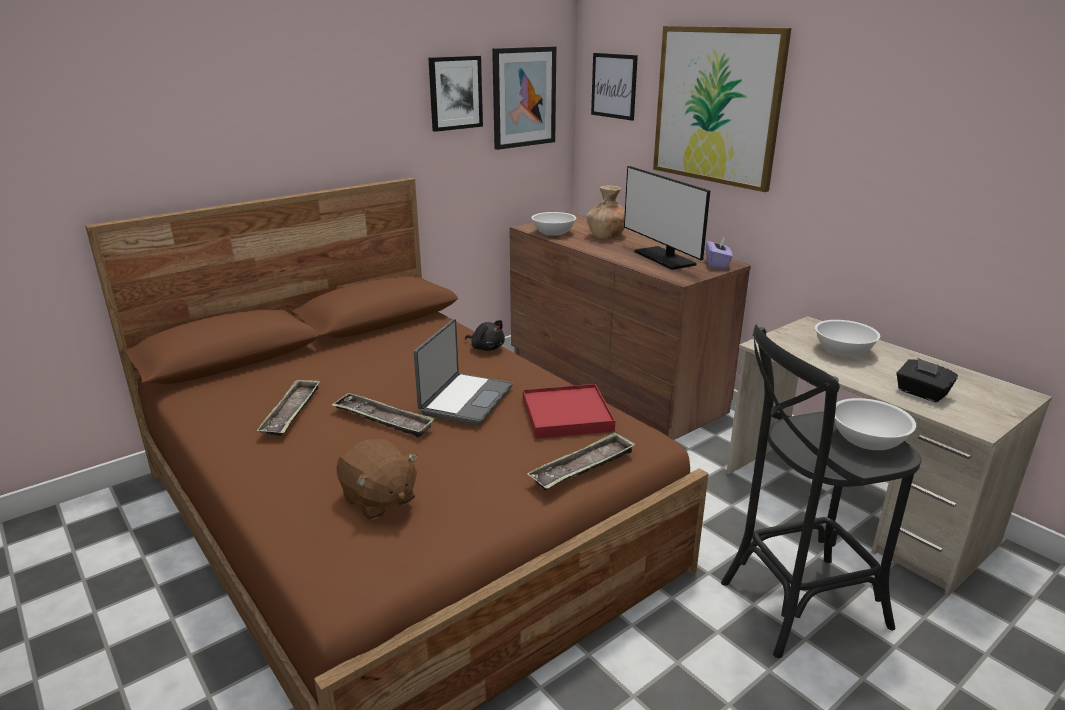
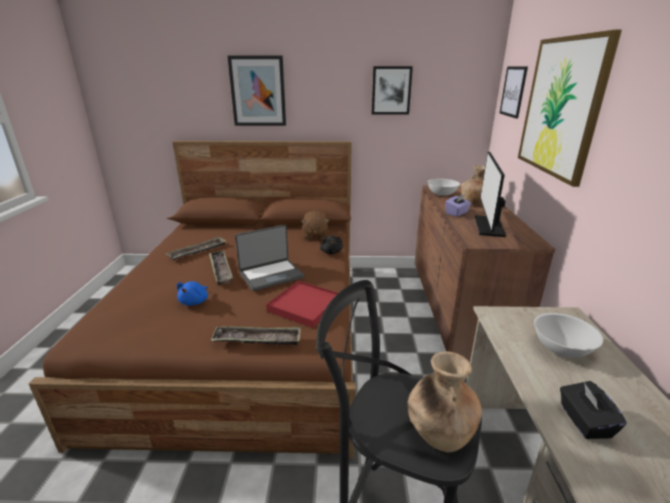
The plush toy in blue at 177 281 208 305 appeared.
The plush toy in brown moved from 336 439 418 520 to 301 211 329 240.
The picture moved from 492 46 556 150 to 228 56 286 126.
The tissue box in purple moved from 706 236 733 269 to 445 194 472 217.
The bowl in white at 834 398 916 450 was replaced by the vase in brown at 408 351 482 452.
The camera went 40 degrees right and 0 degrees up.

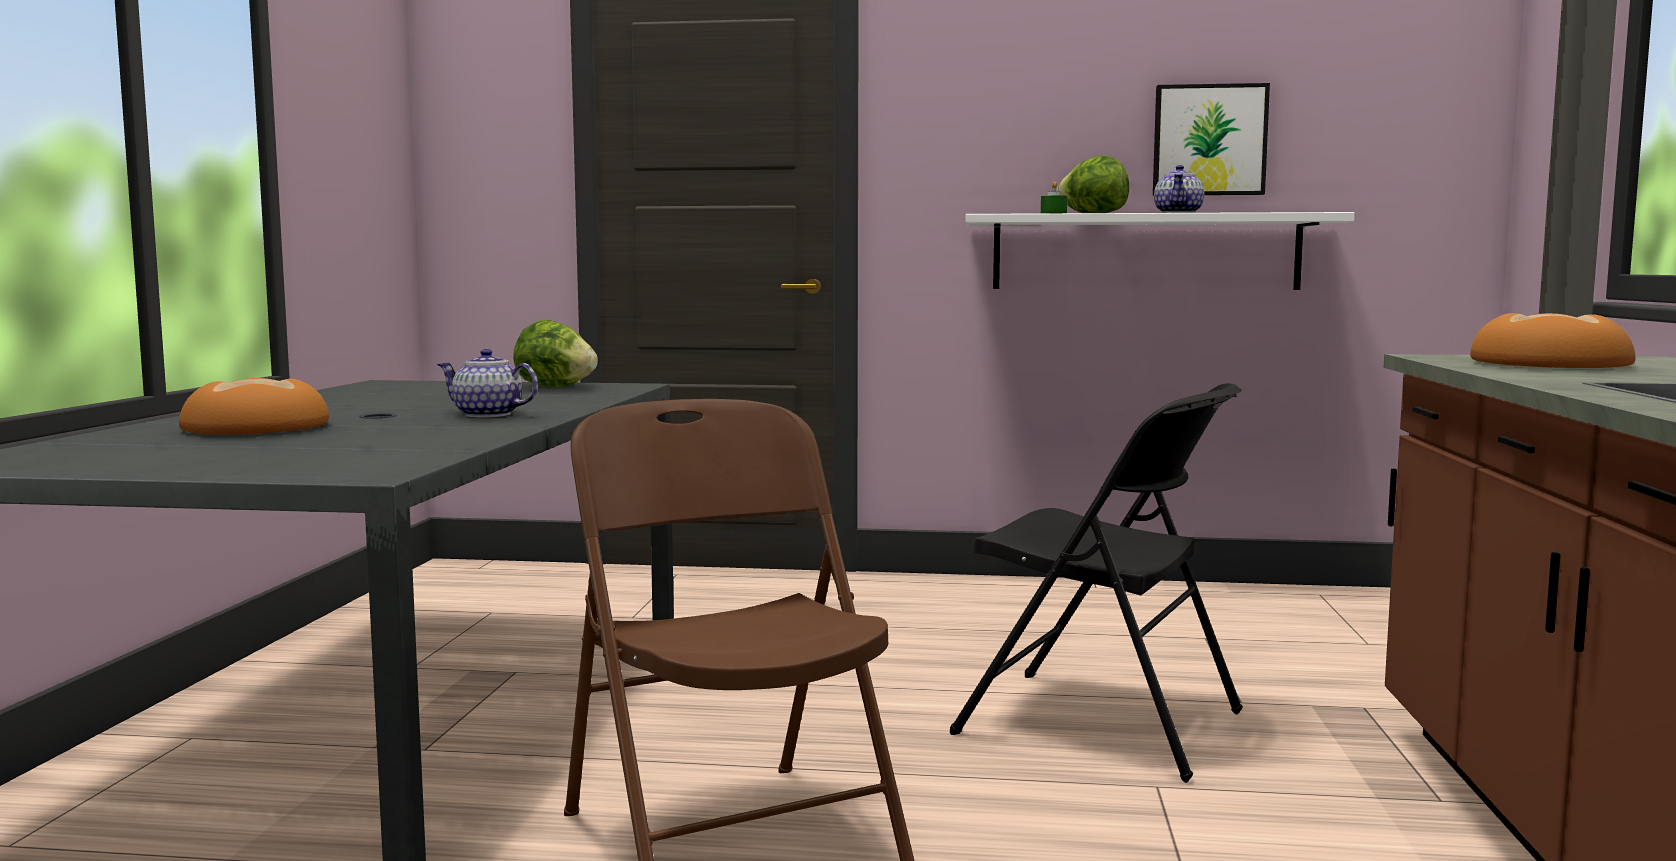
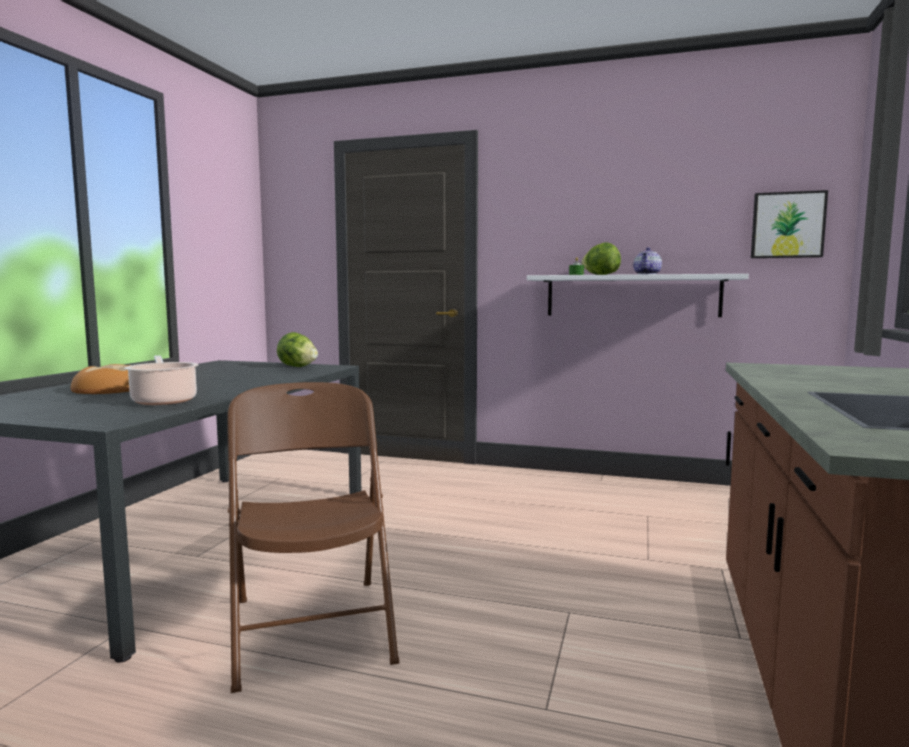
The teapot at 437 349 538 417 disappeared.
The chair in black at 950 383 1243 783 disappeared.
The bread at 1470 313 1635 368 disappeared.
The cooking pot at 124 355 198 405 appeared.
The picture moved from 1153 83 1270 196 to 751 190 828 258.
The camera went 10 degrees right and 0 degrees up.

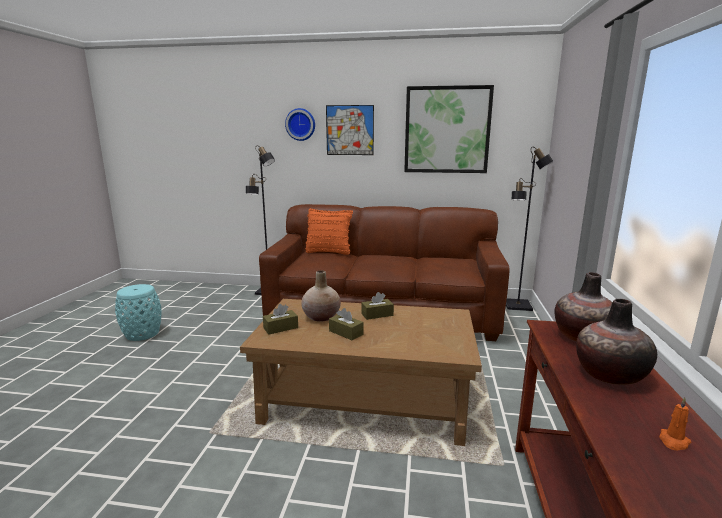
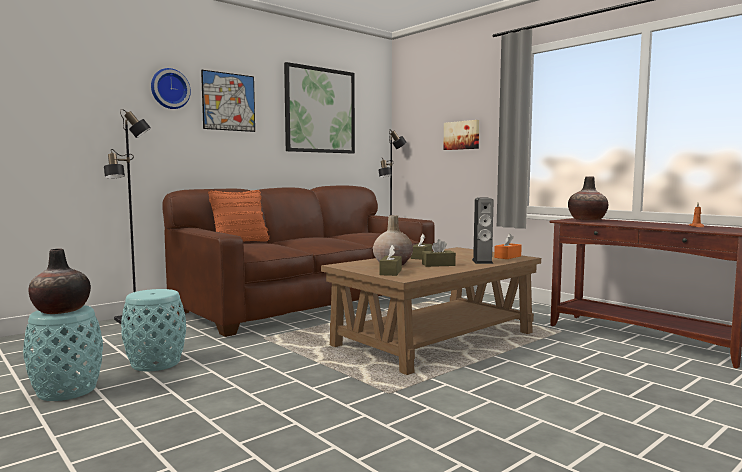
The stool in turquoise at 121 289 186 371 appeared.
The picture at 443 120 479 150 appeared.
The speaker at 472 197 494 264 appeared.
The tissue box in orange at 494 234 522 259 appeared.
The vase moved from 576 299 657 385 to 29 249 91 314.
The camera went 50 degrees left and 10 degrees down.

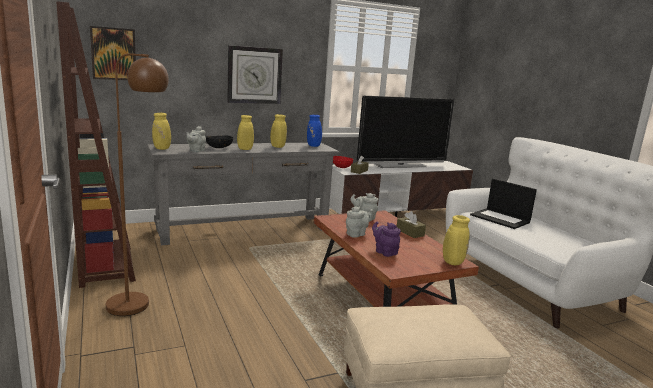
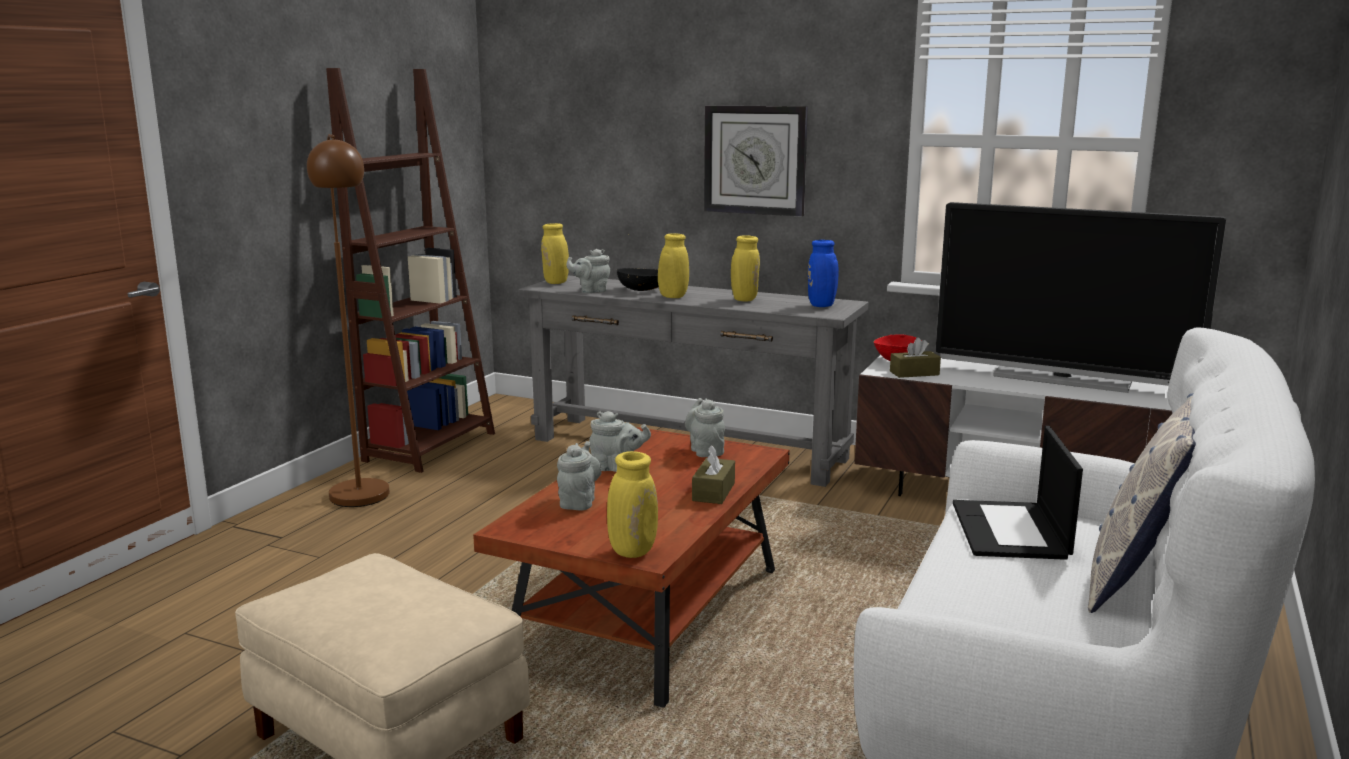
The picture at 90 26 136 80 disappeared.
The pillow at 1088 393 1196 613 appeared.
The teapot in purple at 372 221 401 257 became the teapot in grey at 557 441 602 510.
The camera went 50 degrees right and 0 degrees up.

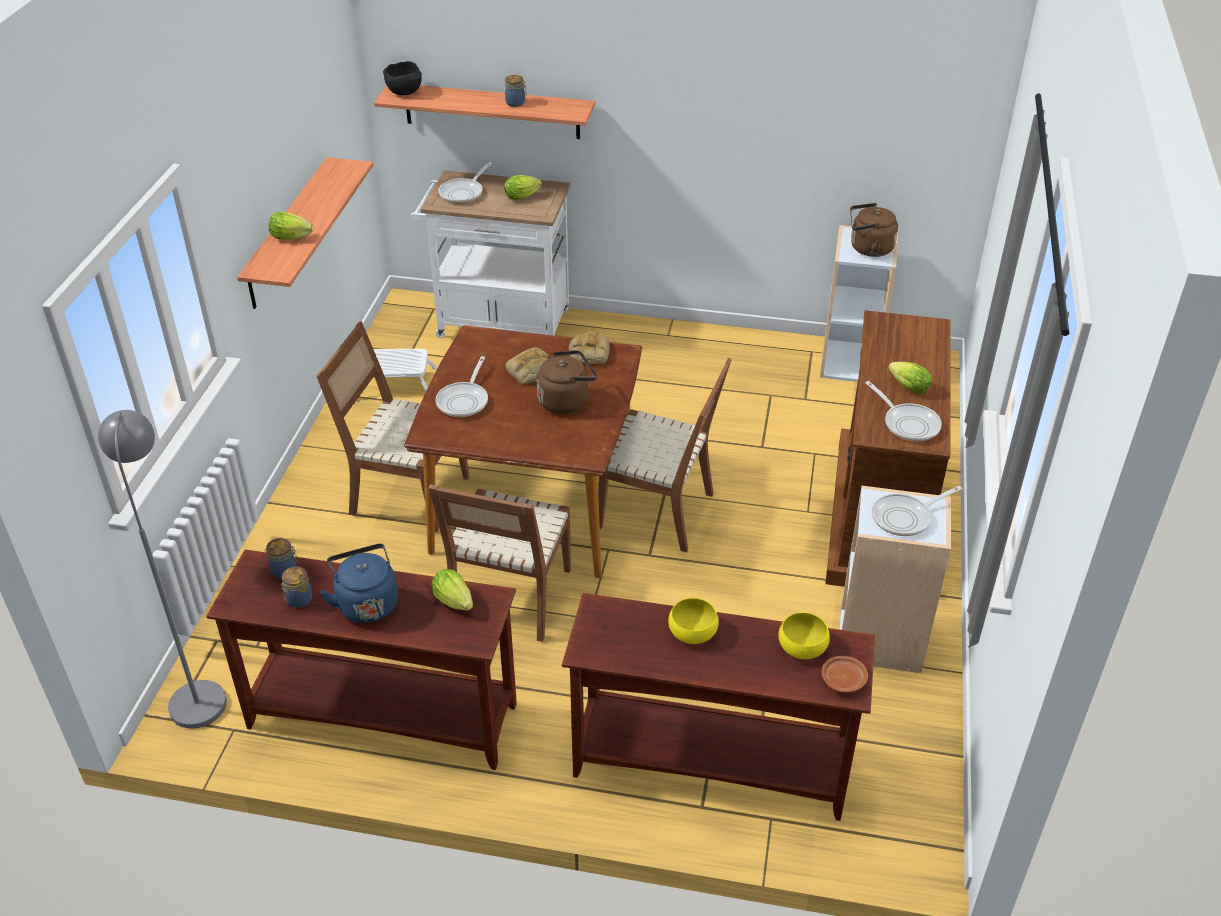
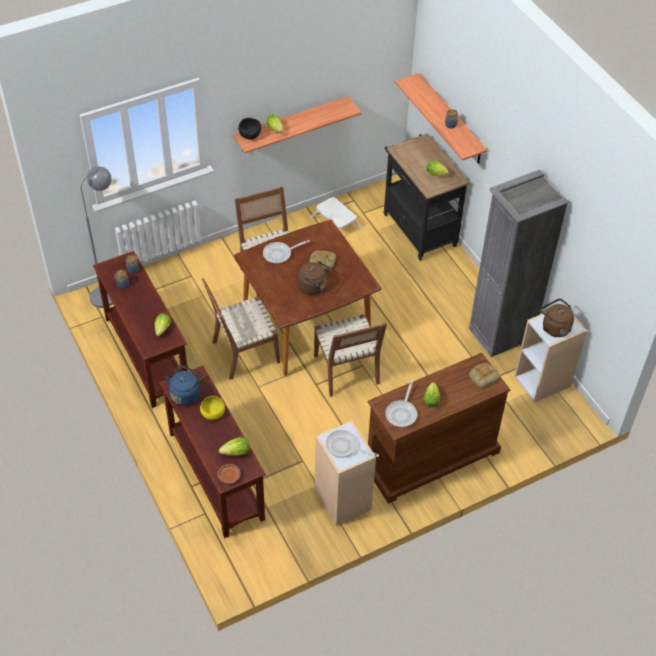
The frying pan at 439 162 492 204 disappeared.
The cabinet in grey at 469 169 570 357 appeared.
The kettle in blue moved from 320 544 398 623 to 165 365 204 406.
The bowl in black moved from 383 61 422 95 to 238 118 261 140.
The bread moved from 569 331 610 364 to 469 363 500 389.
The bowl in yellow at 778 612 830 659 was replaced by the lettuce at 219 437 250 456.
The cart in white at 410 171 570 338 became the cart in black at 384 133 470 261.
The camera went 50 degrees right and 10 degrees up.

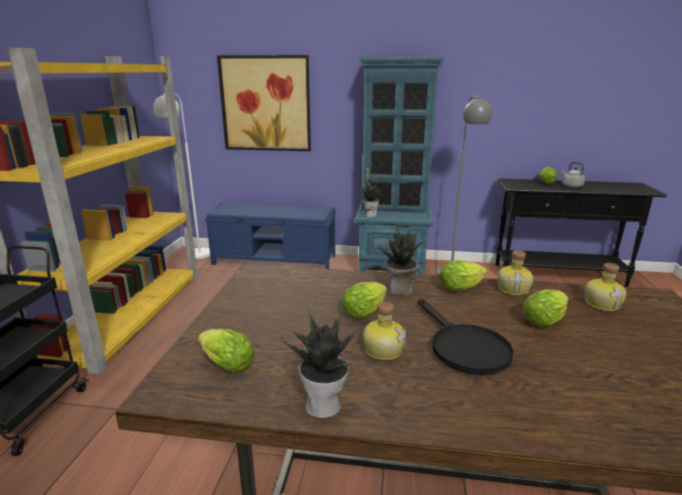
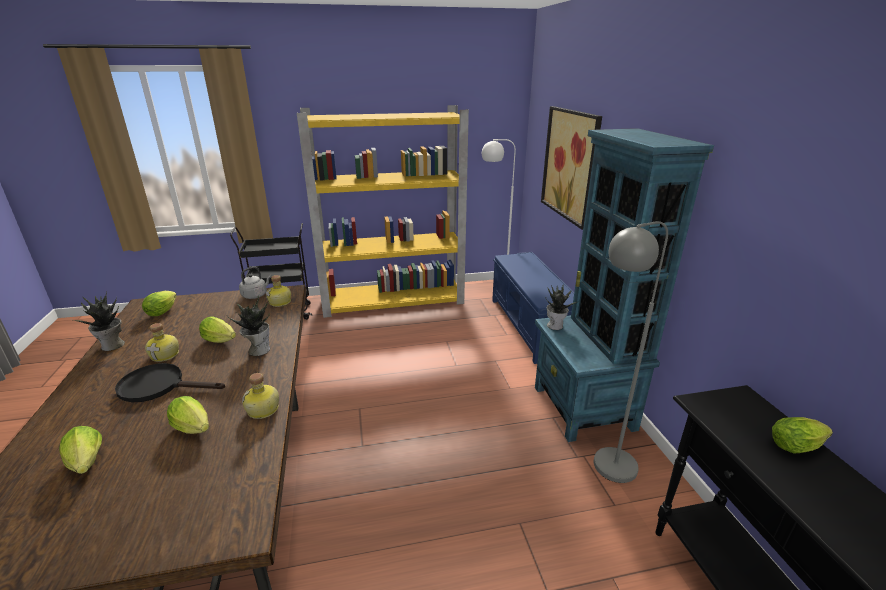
The lettuce moved from 440 260 487 291 to 59 426 102 474.
The kettle in grey moved from 562 162 585 188 to 239 267 271 299.
The bottle moved from 585 263 626 311 to 266 275 291 307.
The frying pan in black at 418 298 514 375 turned 45 degrees clockwise.
The camera went 70 degrees right and 5 degrees up.

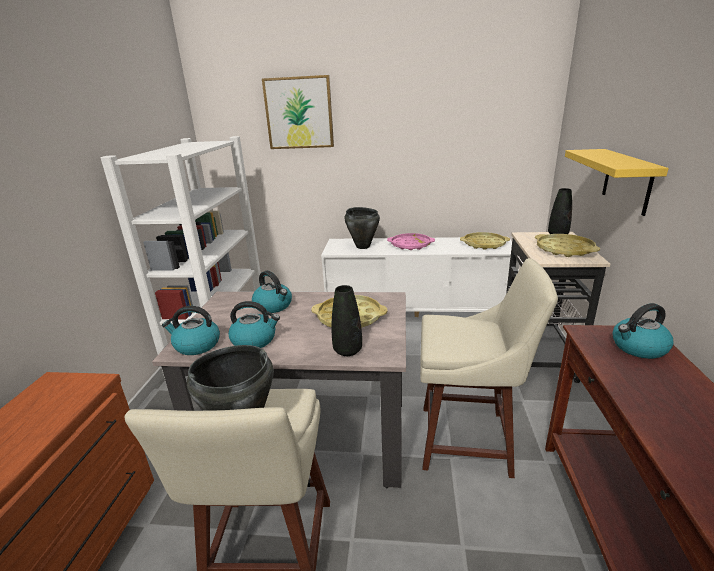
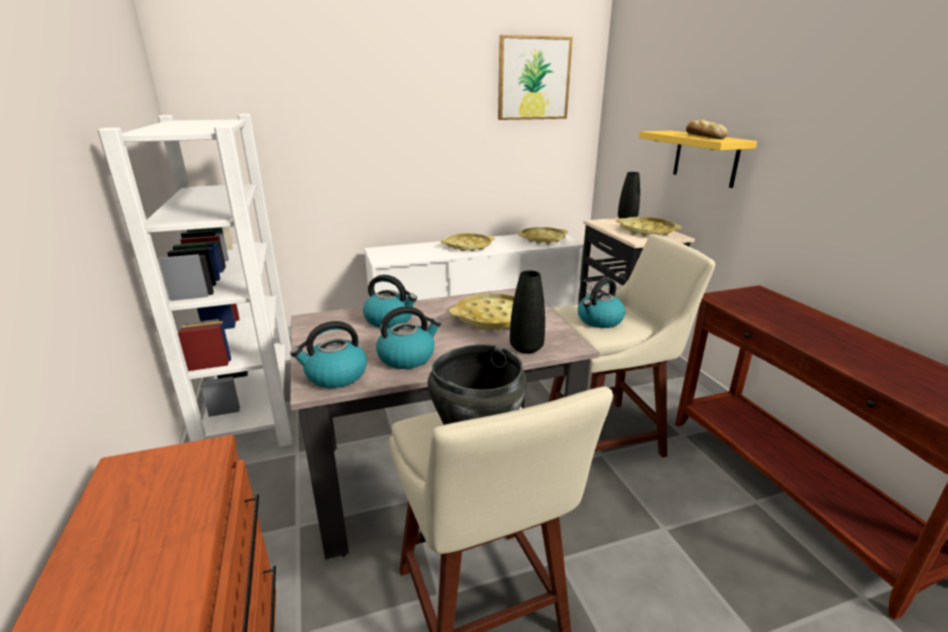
The cooking pot in black at 344 207 380 249 disappeared.
The bread at 686 120 728 139 appeared.
The picture moved from 262 75 334 149 to 498 35 573 120.
The kettle moved from 613 303 673 359 to 578 278 625 328.
The tray in pink at 387 233 435 250 became the tray in yellow at 441 233 495 251.
The camera went 25 degrees left and 0 degrees up.

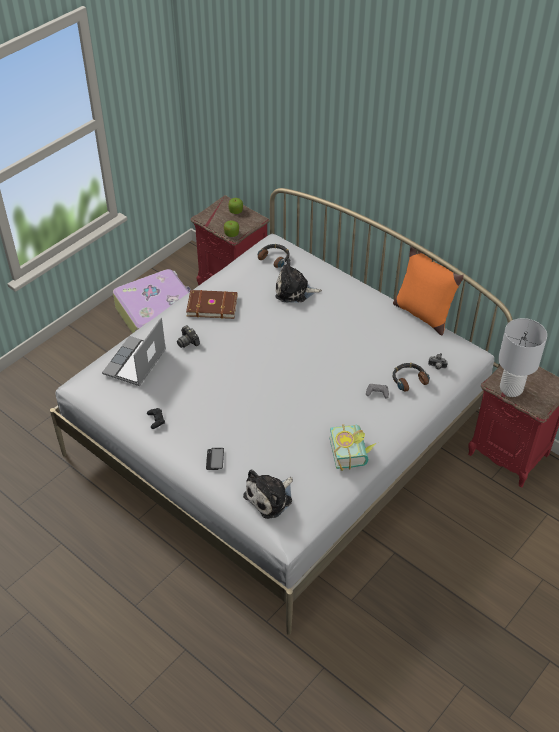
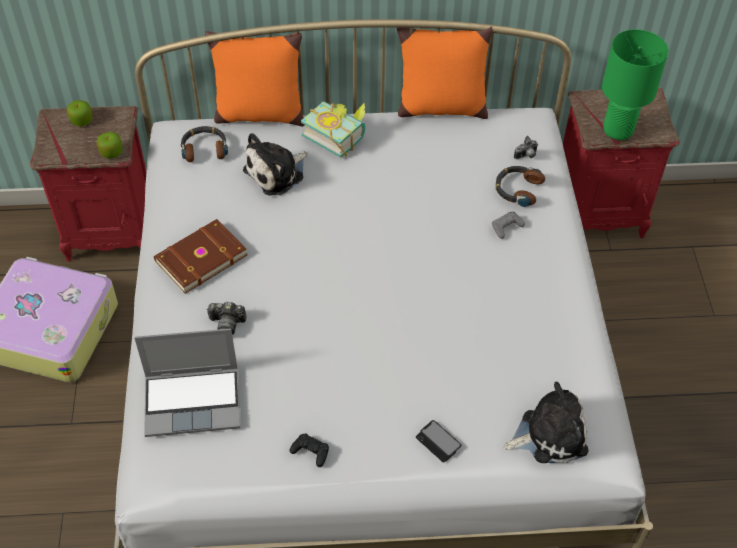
The pillow in orange at 205 31 305 126 appeared.
The book moved from 329 424 377 471 to 301 102 366 158.
The table lamp in grey at 498 318 547 397 became the table lamp in green at 602 29 669 140.
The laptop at 102 318 166 386 turned 75 degrees counterclockwise.
The plush toy at 243 469 293 519 turned 105 degrees counterclockwise.
The camera went 45 degrees left and 5 degrees up.

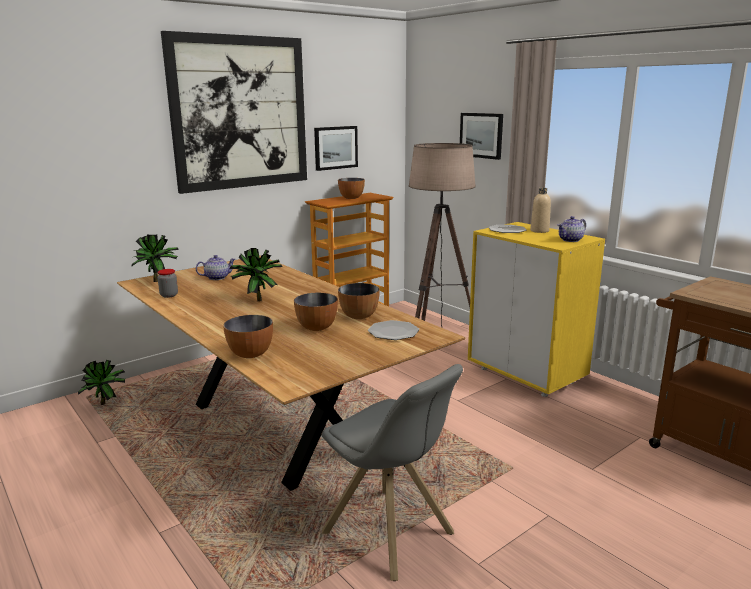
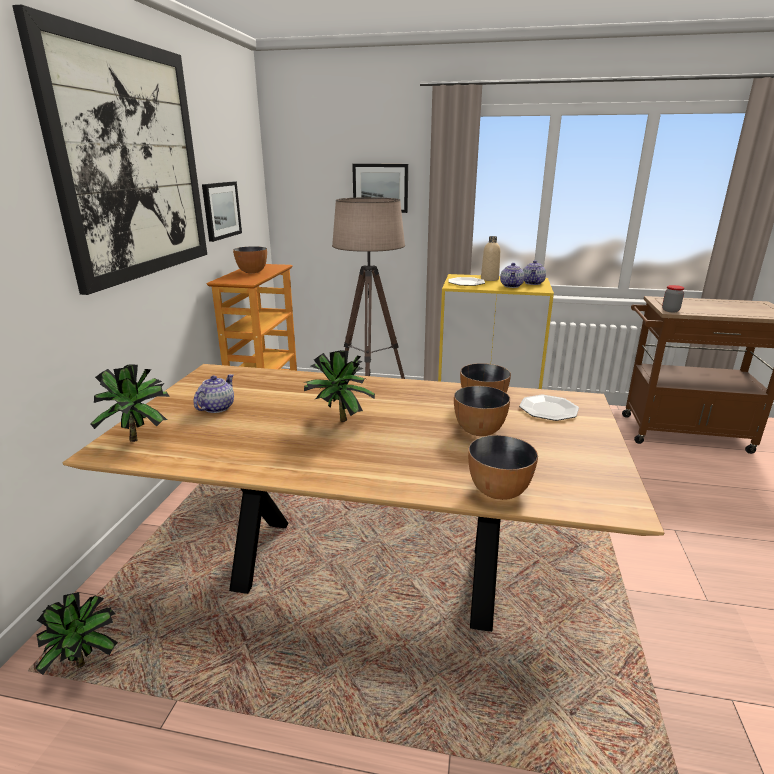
The chair in grey at 322 364 463 581 disappeared.
The teapot at 500 263 525 288 appeared.
The jar moved from 158 269 178 298 to 662 285 685 312.
The camera went 40 degrees left and 5 degrees up.

